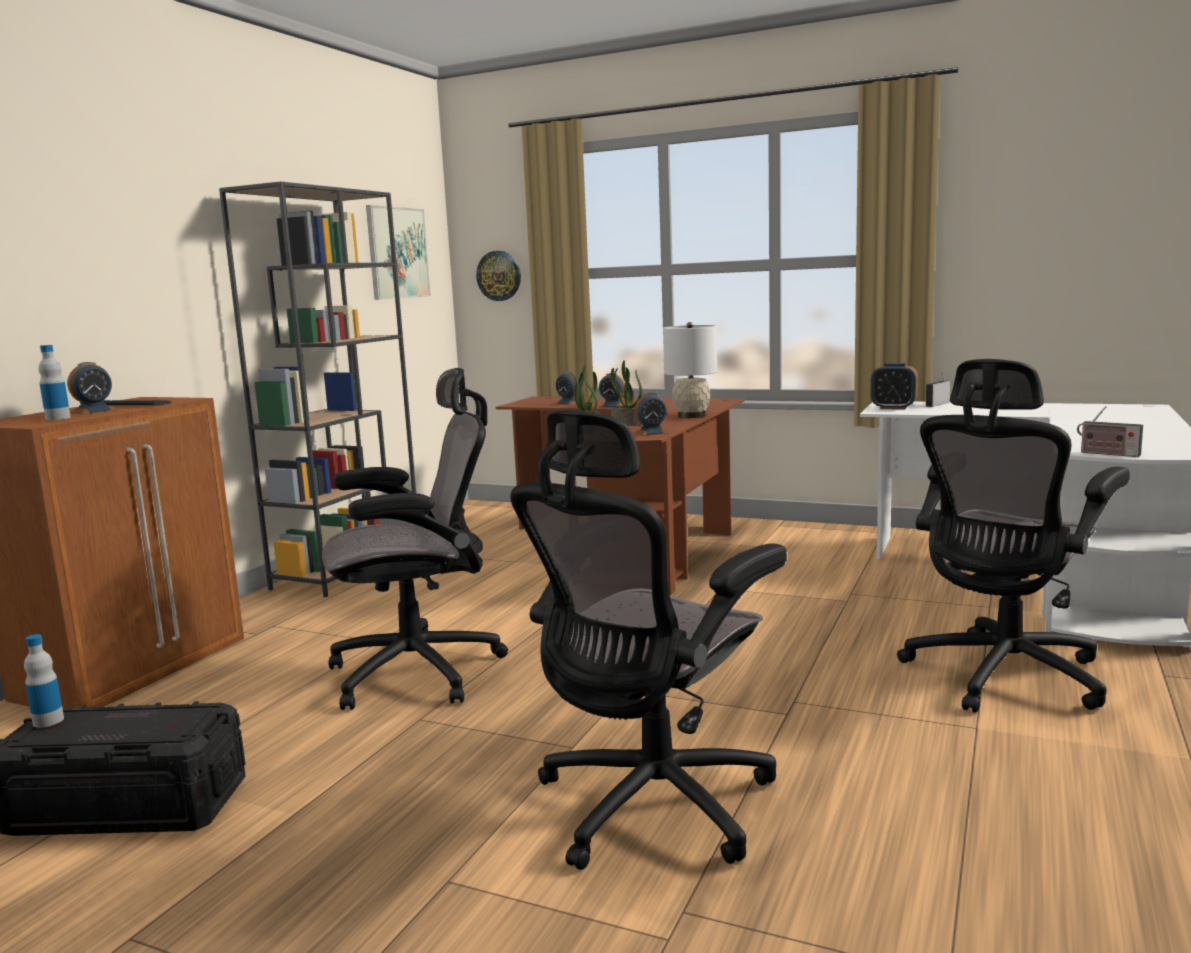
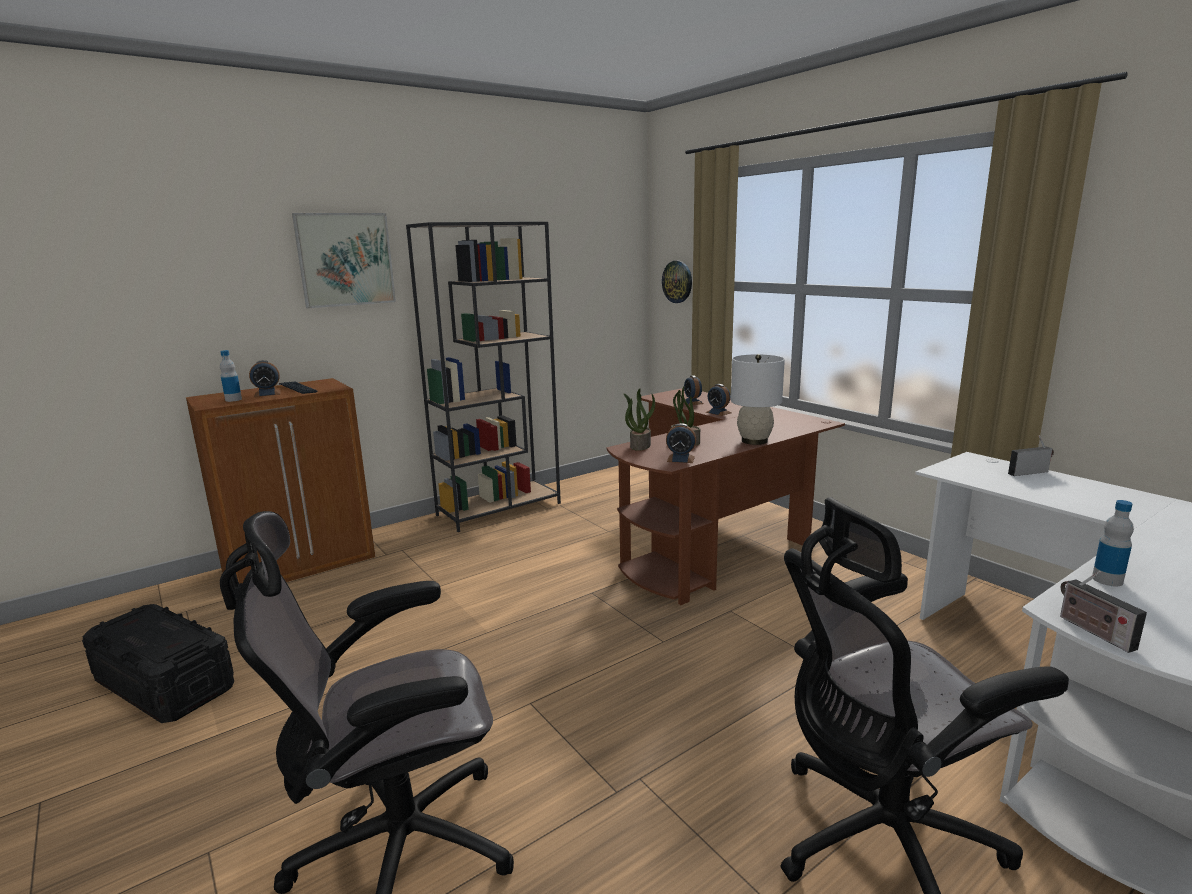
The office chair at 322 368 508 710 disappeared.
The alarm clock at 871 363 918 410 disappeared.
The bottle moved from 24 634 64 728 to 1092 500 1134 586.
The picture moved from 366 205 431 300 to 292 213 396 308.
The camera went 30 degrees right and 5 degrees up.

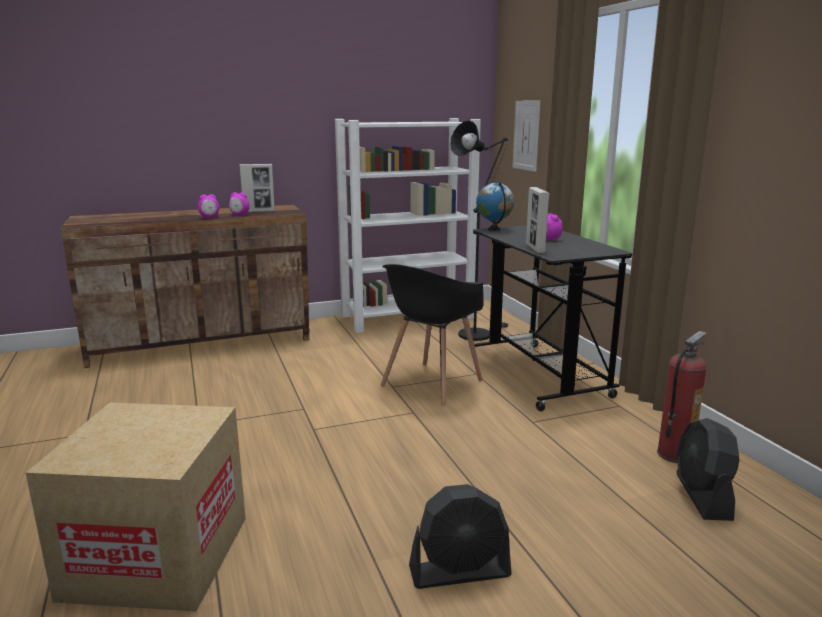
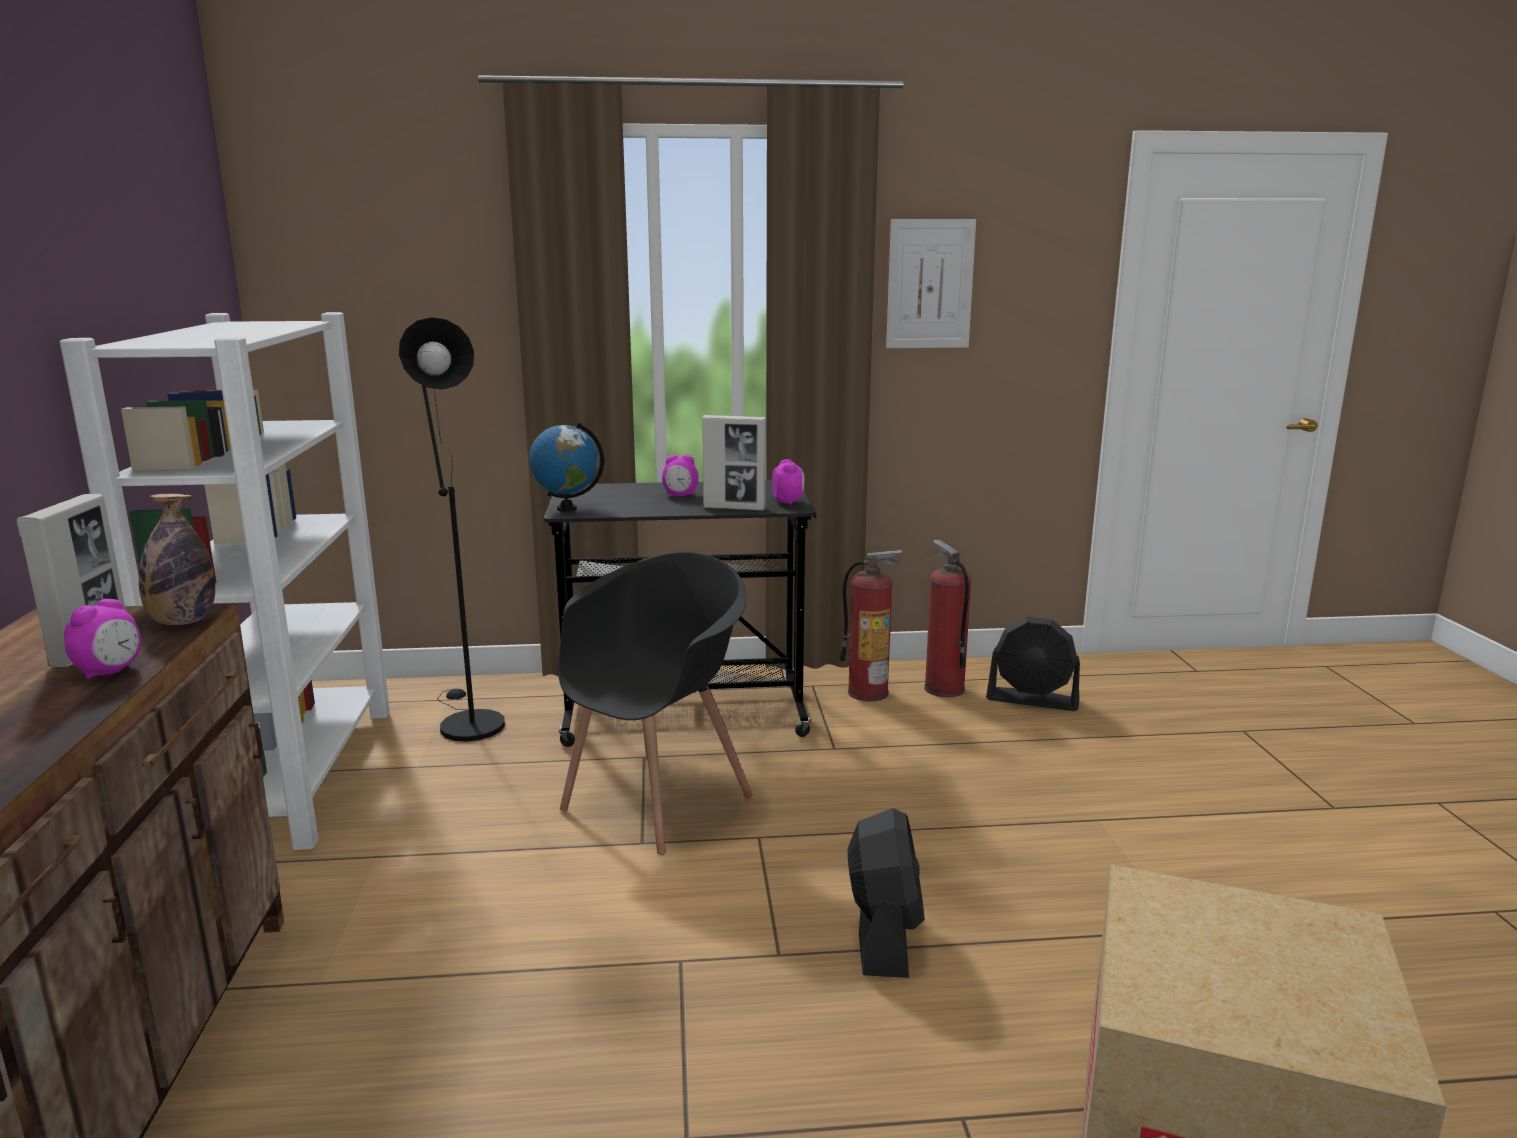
The bottle at 139 494 215 625 appeared.
The fire extinguisher at 839 550 902 701 appeared.
The alarm clock moved from 198 194 219 218 to 772 459 804 505.
The fan in black moved from 409 484 511 589 to 848 808 925 978.
The picture moved from 513 100 540 172 to 886 219 976 348.
The chair in black at 381 264 484 406 turned 105 degrees counterclockwise.
The camera went 75 degrees left and 0 degrees up.

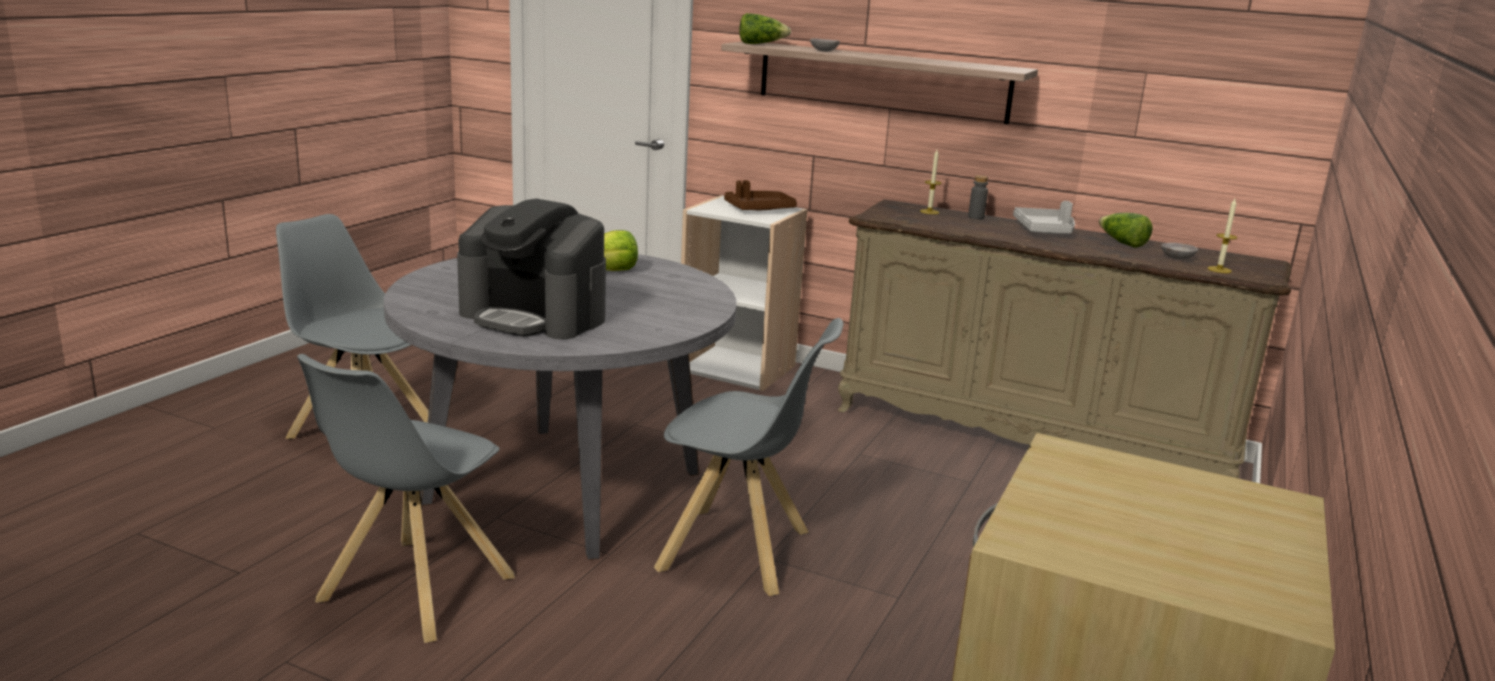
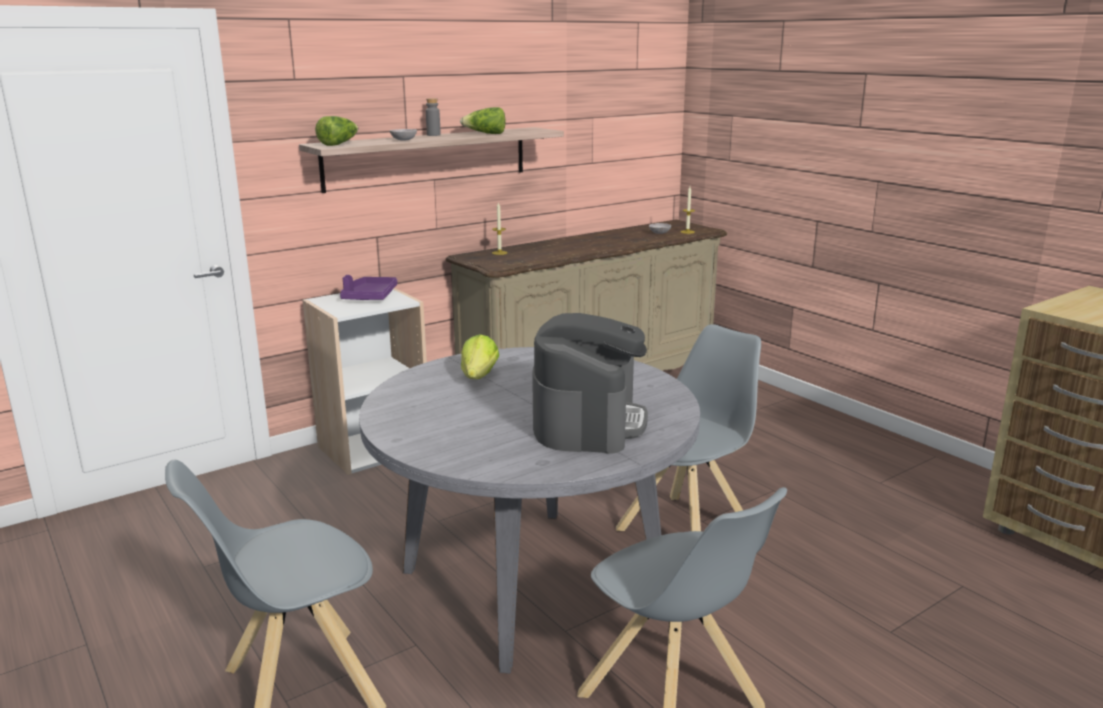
The tray in grey at 1013 201 1075 234 disappeared.
The bottle in grey moved from 968 175 988 219 to 426 98 441 136.
The lettuce moved from 1099 213 1153 248 to 460 107 506 134.
The tray in brown at 724 180 797 210 became the tray in purple at 340 275 397 300.
The coffee machine at 457 198 606 339 turned 45 degrees counterclockwise.
The camera went 60 degrees left and 0 degrees up.

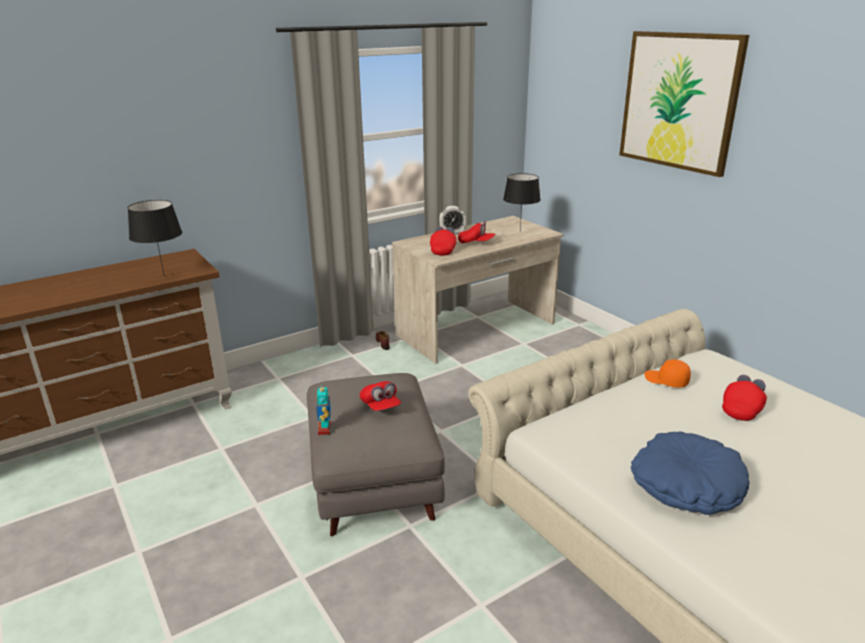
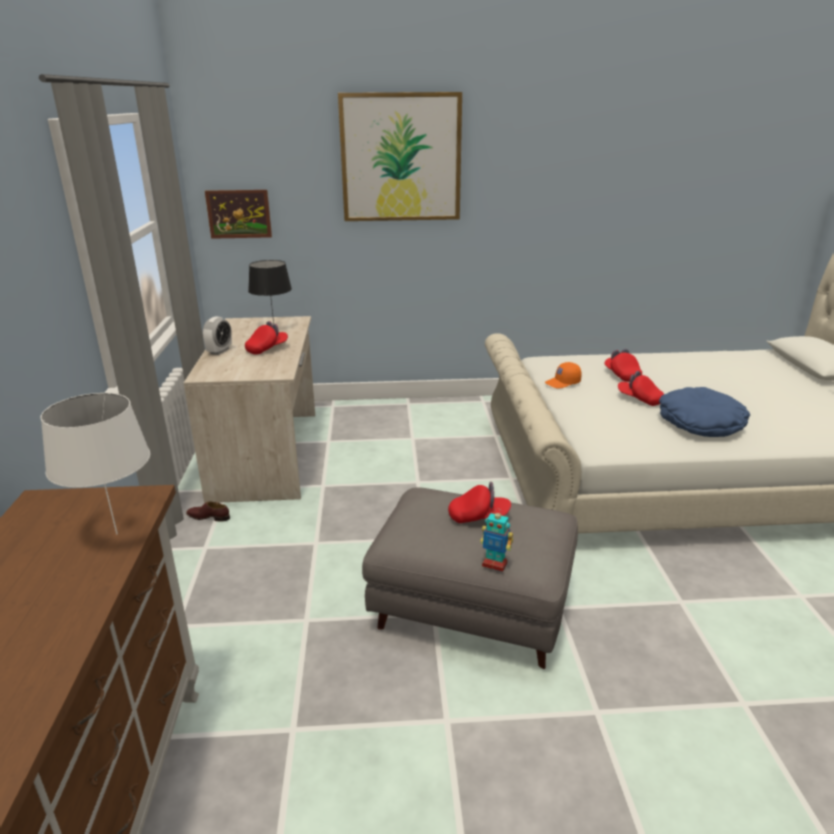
The picture at 205 190 272 239 appeared.
The cap in red moved from 430 226 457 256 to 618 371 664 406.
The table lamp in black at 128 200 182 277 became the table lamp in white at 40 393 150 534.
The camera went 60 degrees left and 0 degrees up.

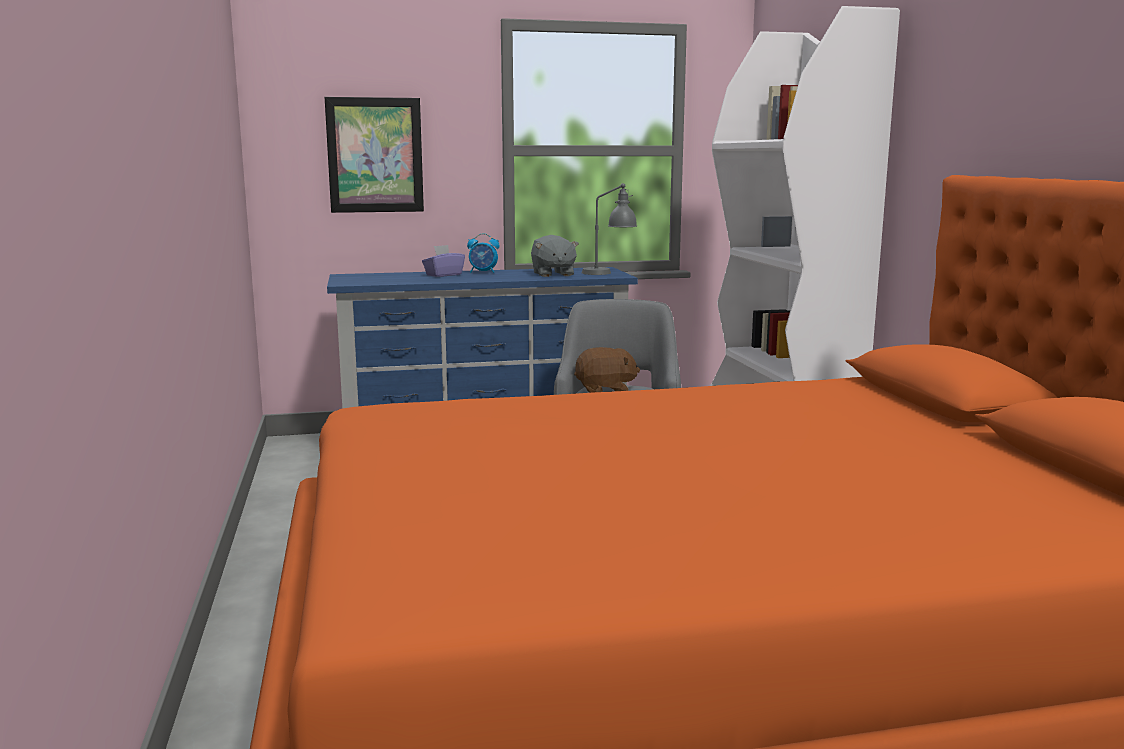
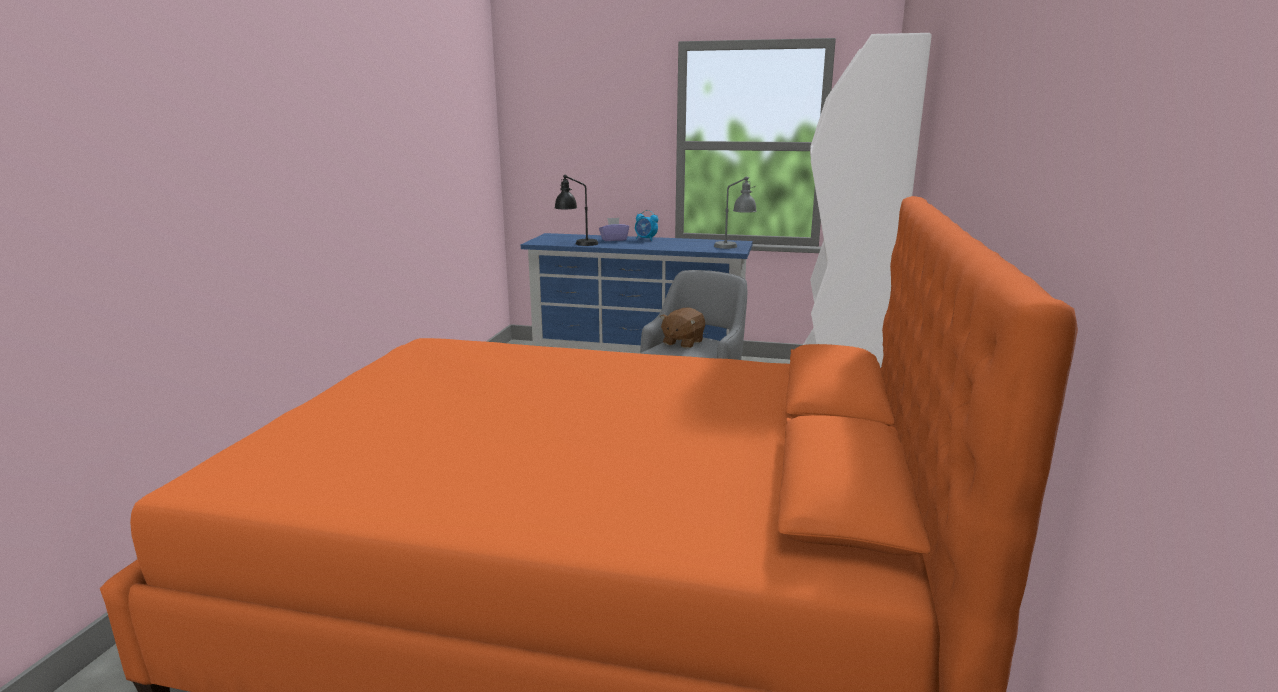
The picture at 325 97 424 213 disappeared.
The plush toy in grey at 531 235 579 277 disappeared.
The table lamp in black at 555 175 598 246 appeared.
The plush toy in brown at 574 347 640 393 turned 105 degrees clockwise.
The camera went 25 degrees right and 5 degrees up.

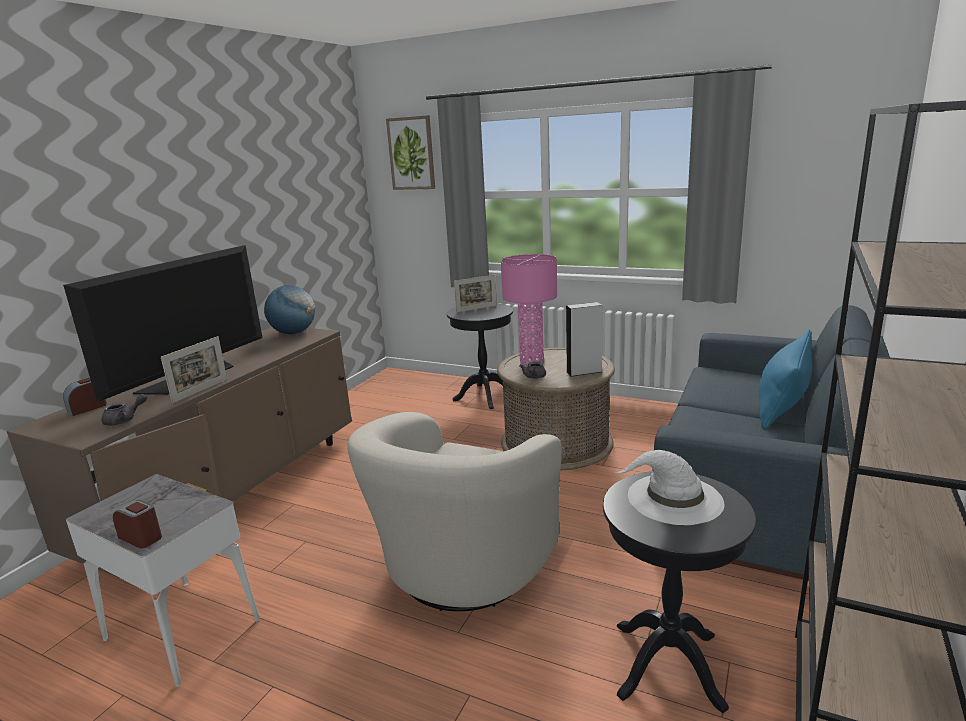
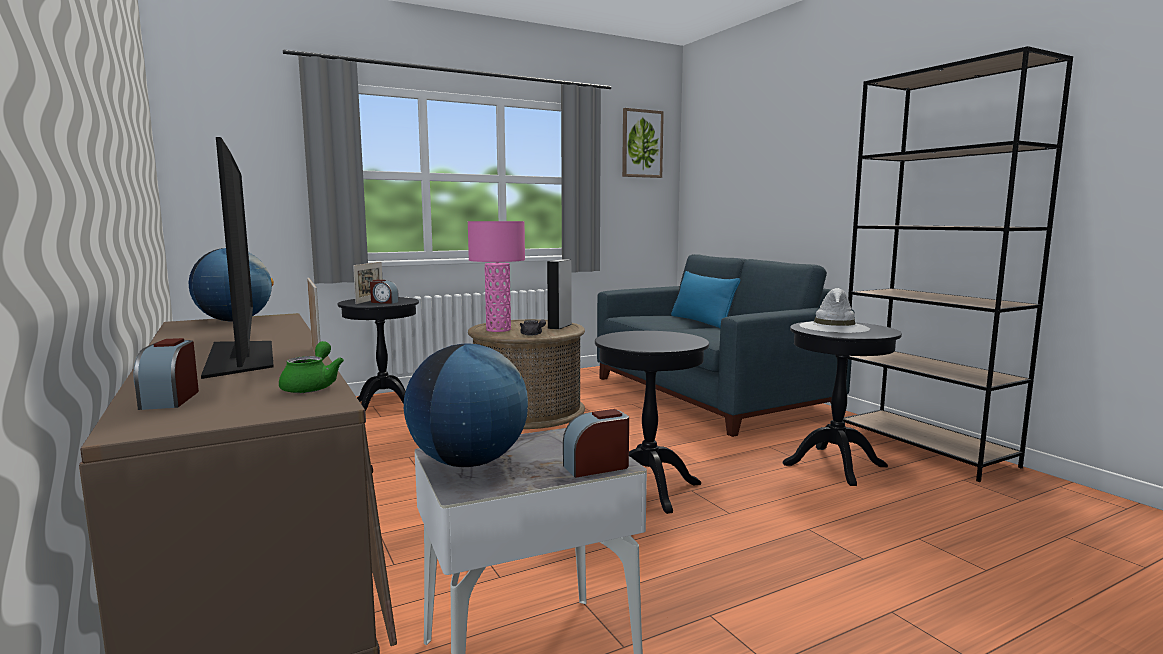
The alarm clock at 370 280 399 304 appeared.
The globe at 404 344 528 467 appeared.
The picture moved from 386 115 435 190 to 622 108 664 178.
The armchair in beige at 347 412 561 611 was replaced by the side table in black at 595 331 709 514.
The teapot in grey at 102 394 147 426 became the teapot in green at 279 341 344 393.
The camera went 55 degrees left and 10 degrees down.

